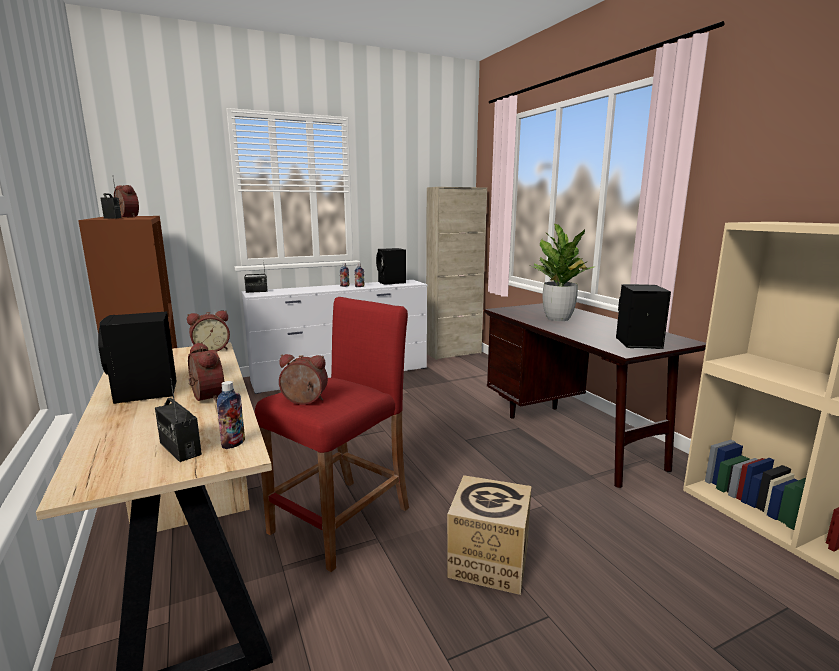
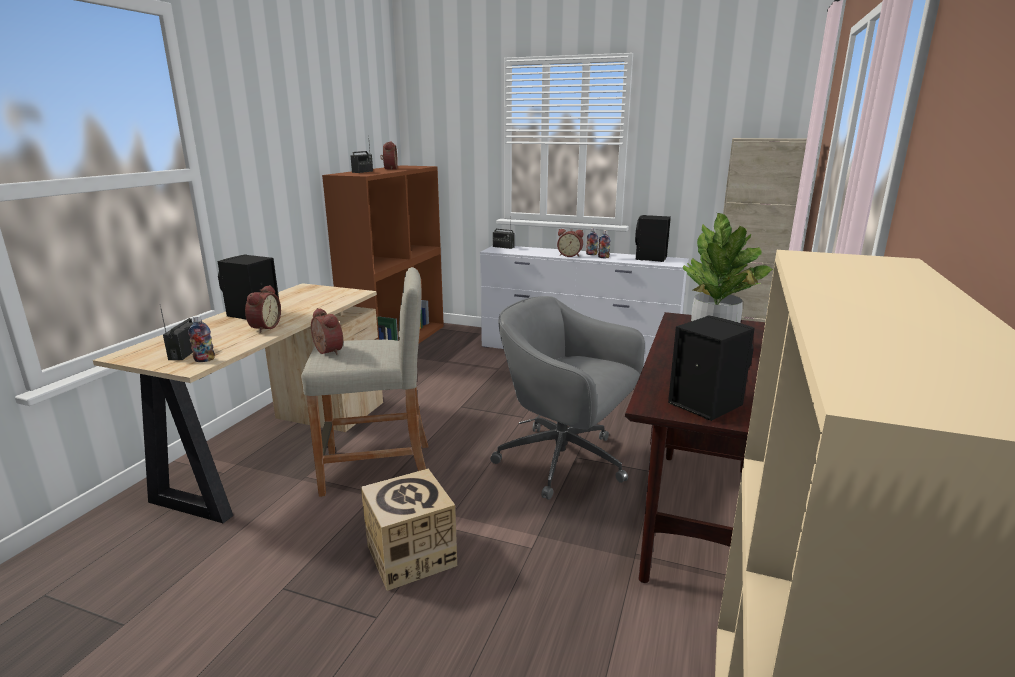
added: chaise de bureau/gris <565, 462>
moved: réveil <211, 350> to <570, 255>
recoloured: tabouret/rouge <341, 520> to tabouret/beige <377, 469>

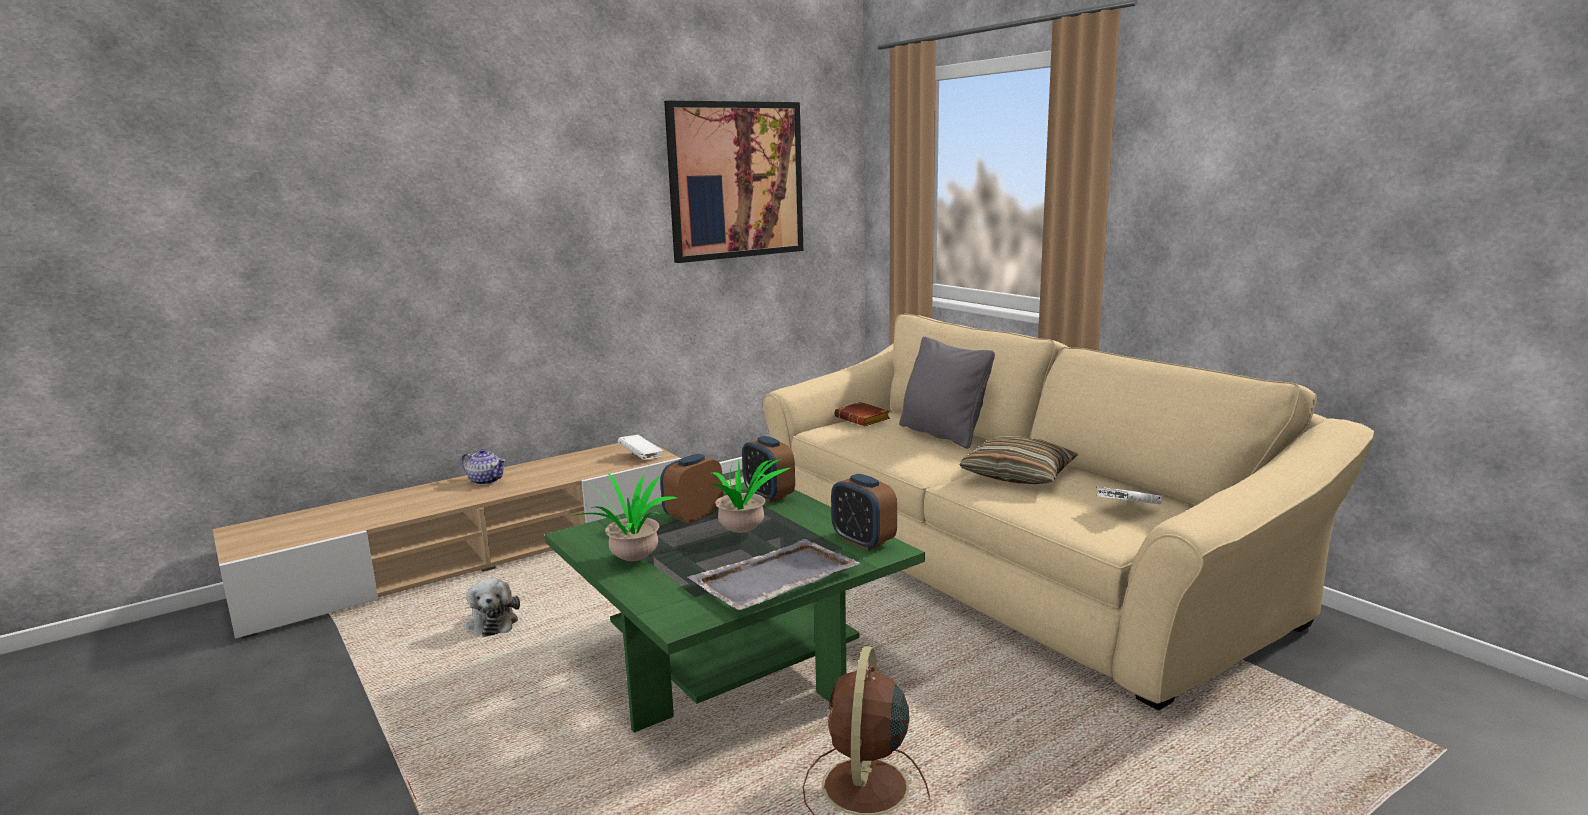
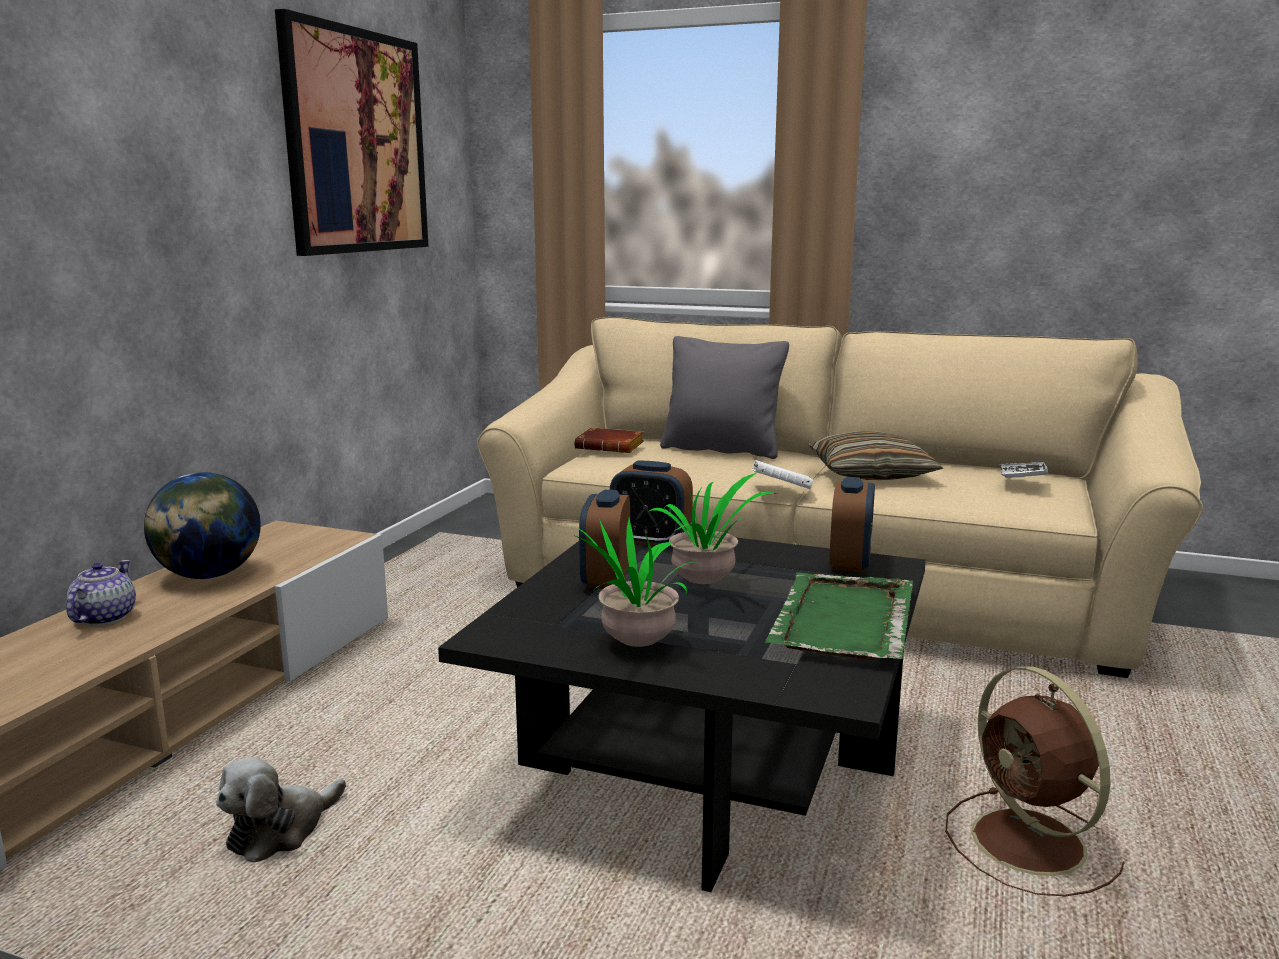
added: globe <209, 575>
moved: livre/blanc <641, 457> to <781, 490>
recoloured: table basse/vert <733, 665> to table basse/noir <705, 769>; plateau/gris <773, 579> to plateau/vert <842, 621>
turned: théière <486, 481> = <103, 618> 75 degrees counterclockwise; peluche <493, 622> = <280, 831> 90 degrees clockwise; réveil <863, 541> = <850, 563> 90 degrees counterclockwise

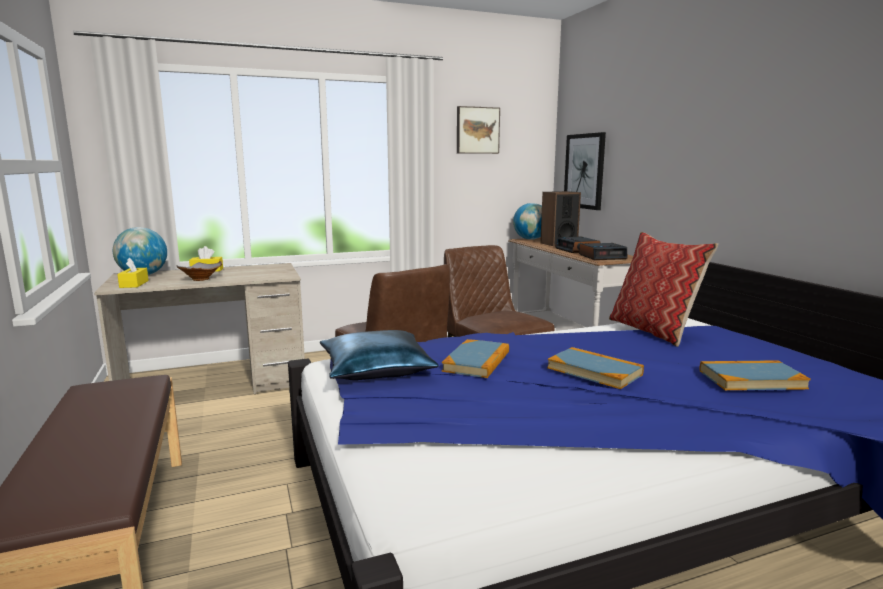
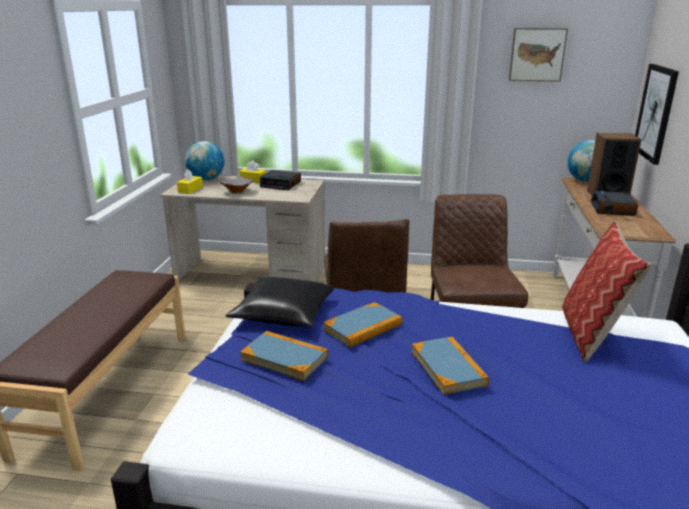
moved: livre <751, 379> to <284, 358>; réveil <602, 256> to <281, 184>
recoloured: coussin/bleu <376, 369> to coussin/noir <283, 313>

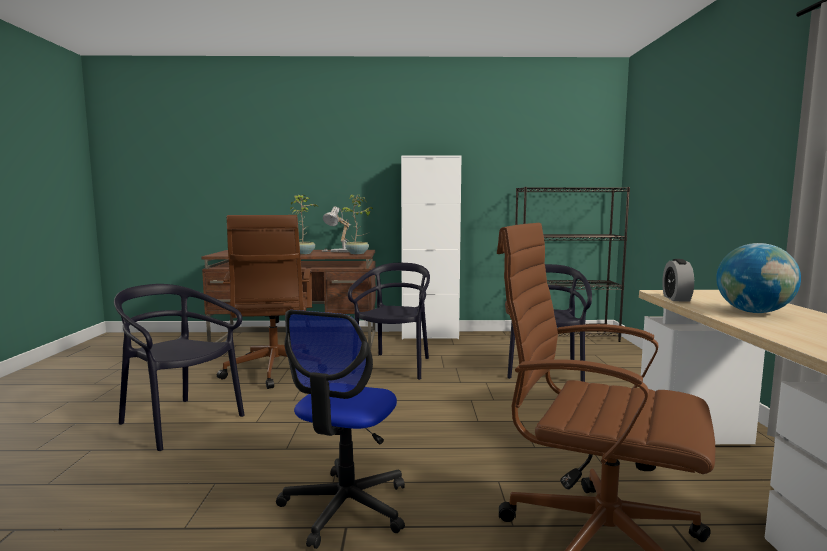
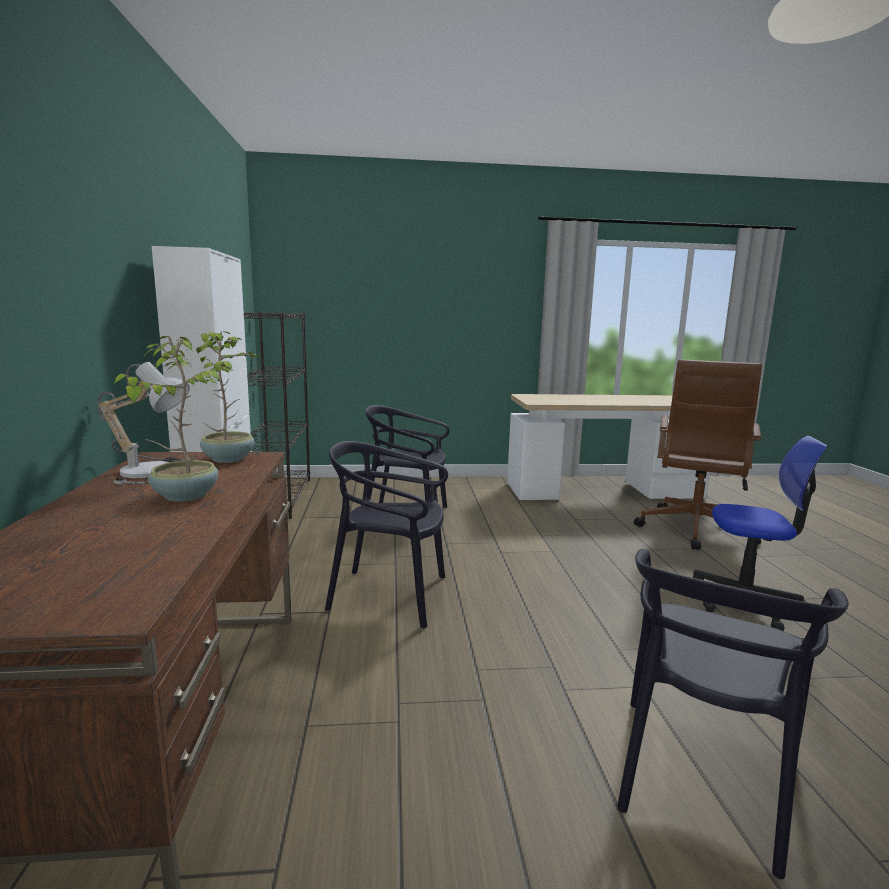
removed: chaise de bureau/marron <273, 372>; réveil <676, 298>; globe <754, 312>

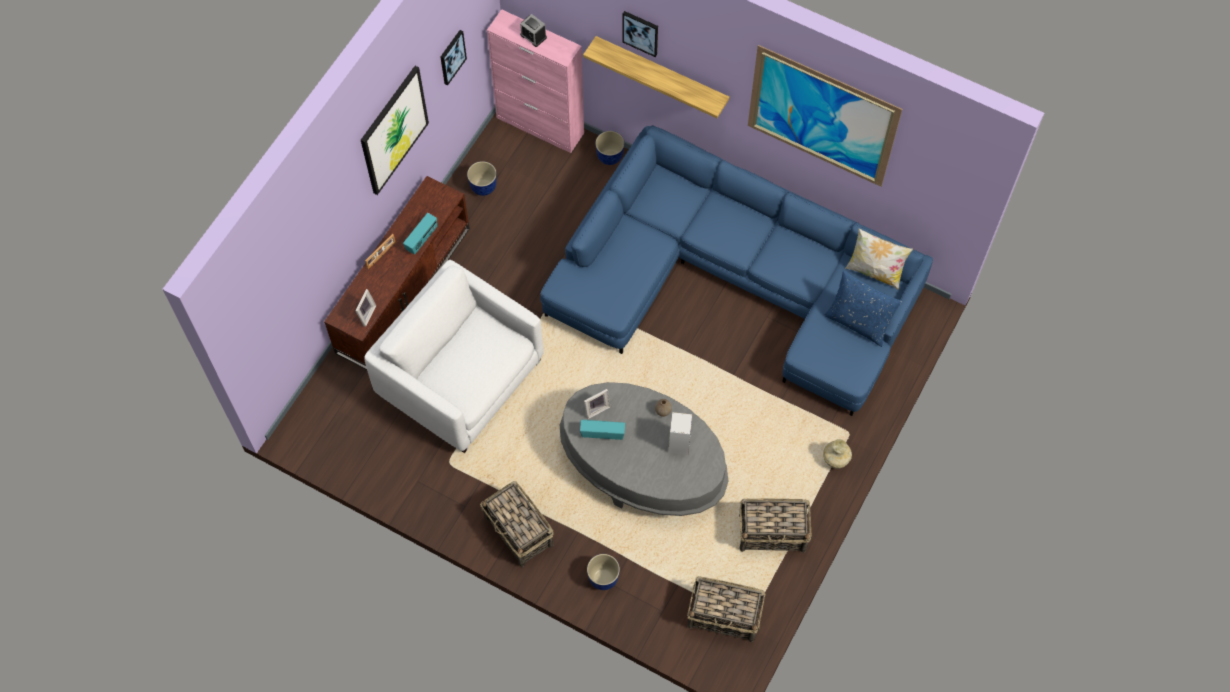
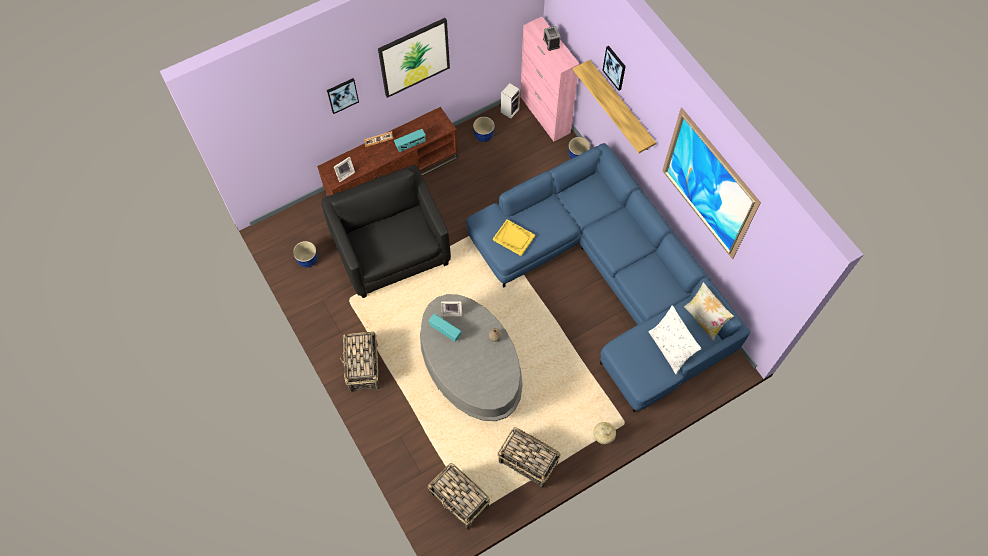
added: plateau/jaune <514, 238>
moved: cache-pot <603, 578> to <308, 260>; tableau <452, 57> to <342, 95>; enceinte <678, 442> to <510, 110>
recoloured: fauteuil/blanc <461, 379> to fauteuil/noir <391, 250>; coussin/bleu <858, 322> to coussin/blanc <670, 349>

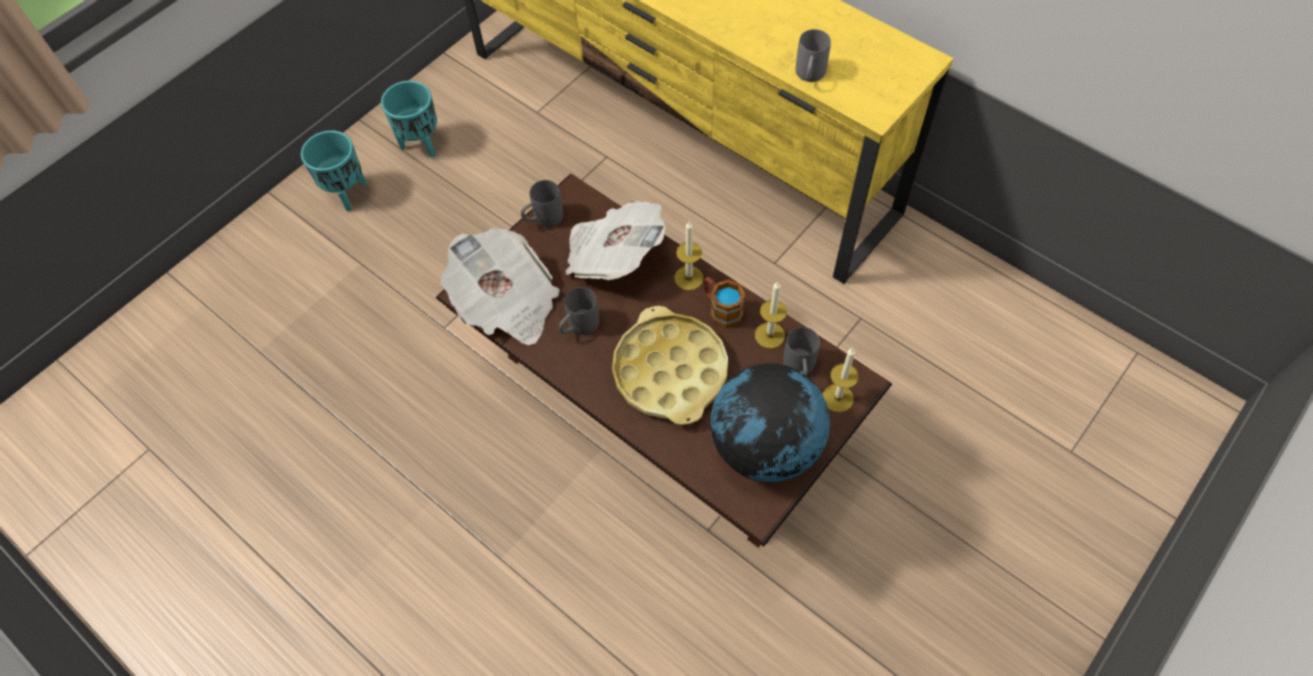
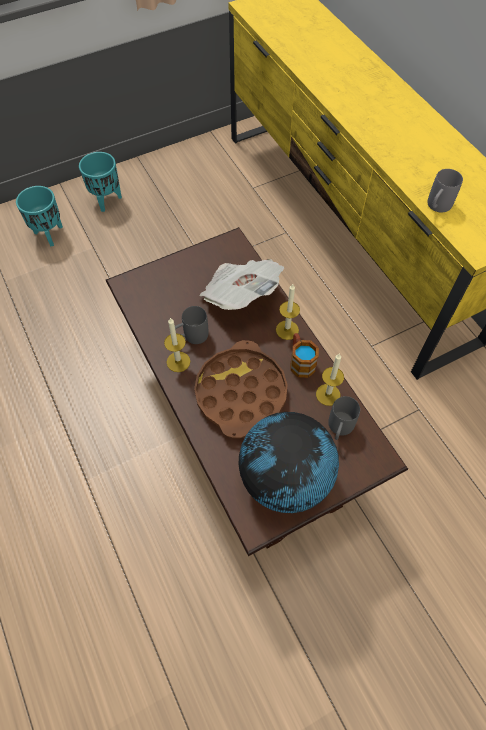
removed: journal <506, 303>; mug/gris <543, 219>
moved: cache-pot/turquoise <422, 144> to <50, 234>; bougie <837, 398> to <178, 361>
recoloured: plateau/jaune <670, 371> to plateau/marron <240, 393>

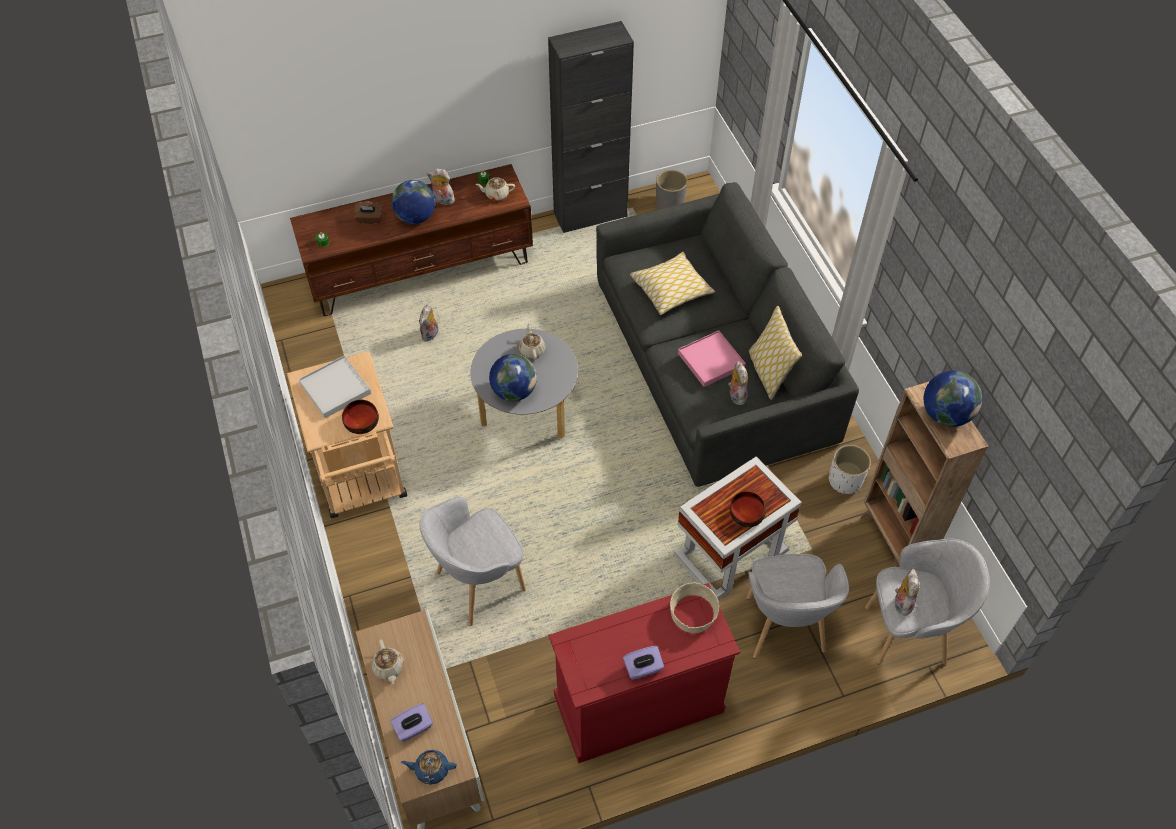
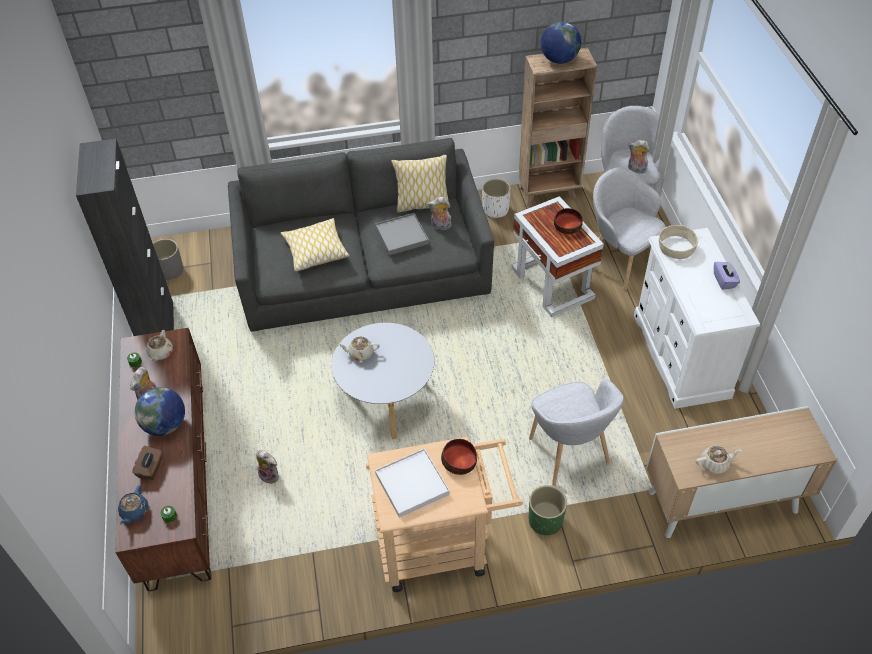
removed: boîte à mouchoirs/violet <413, 728>; globe <514, 391>
added: cache-pot/vert <545, 520>
moved: théière/bleu <431, 769> to <134, 512>
recoloured: plateau/rose <711, 360> to plateau/gris <401, 236>; commode/rouge <638, 703> to commode/blanc <680, 355>
turned: fauteuil/gris <783, 628> = <618, 263> 135 degrees counterclockwise

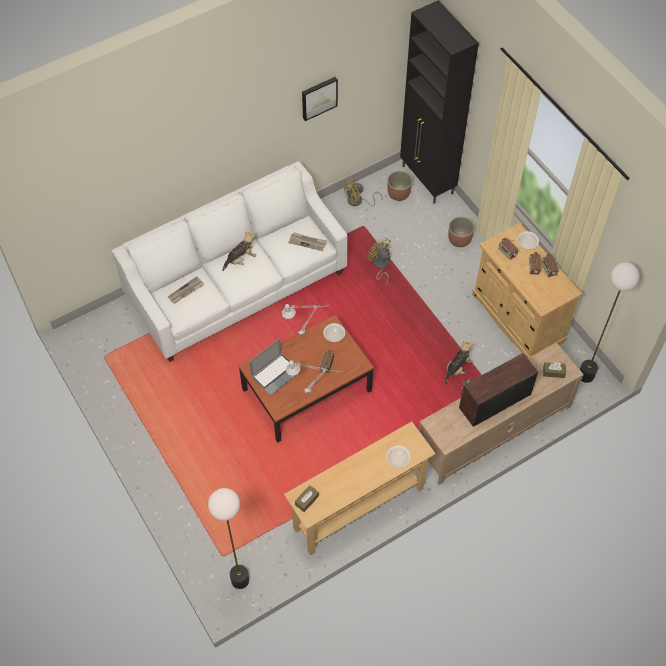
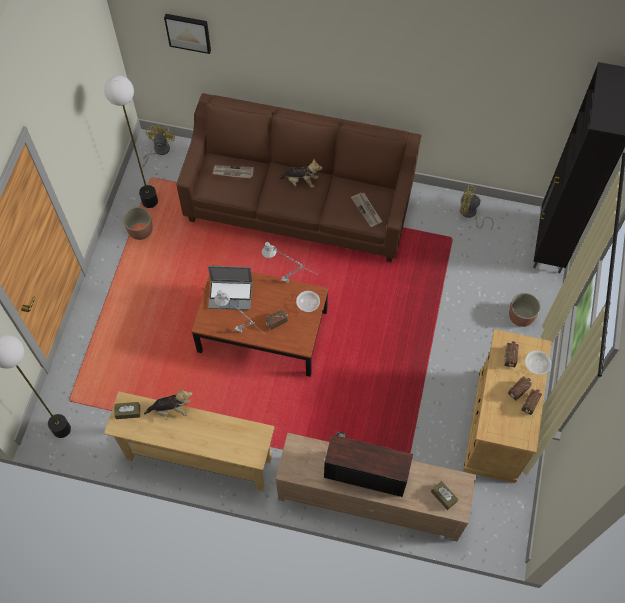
removed: bol <398, 459>
moved: lampadaire <586, 375> to <150, 201>; cache-pot <398, 193> to <140, 230>; ventilateur/jaune <380, 266> to <159, 151>; peluche <457, 368> to <171, 410>; tableau <318, 97> to <188, 32>
recoloured: canapé/blanc <237, 286> to canapé/marron <300, 205>

